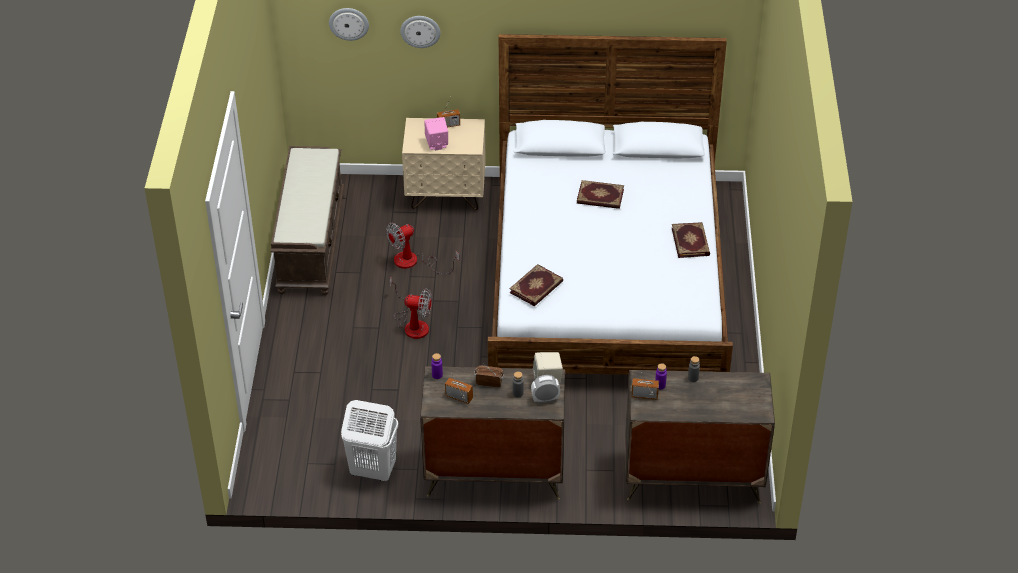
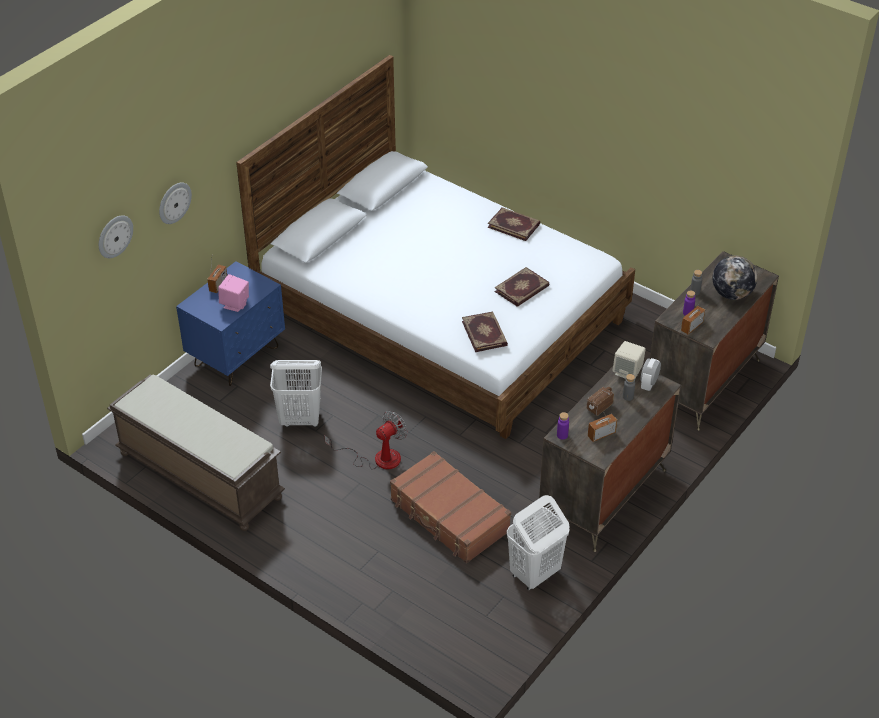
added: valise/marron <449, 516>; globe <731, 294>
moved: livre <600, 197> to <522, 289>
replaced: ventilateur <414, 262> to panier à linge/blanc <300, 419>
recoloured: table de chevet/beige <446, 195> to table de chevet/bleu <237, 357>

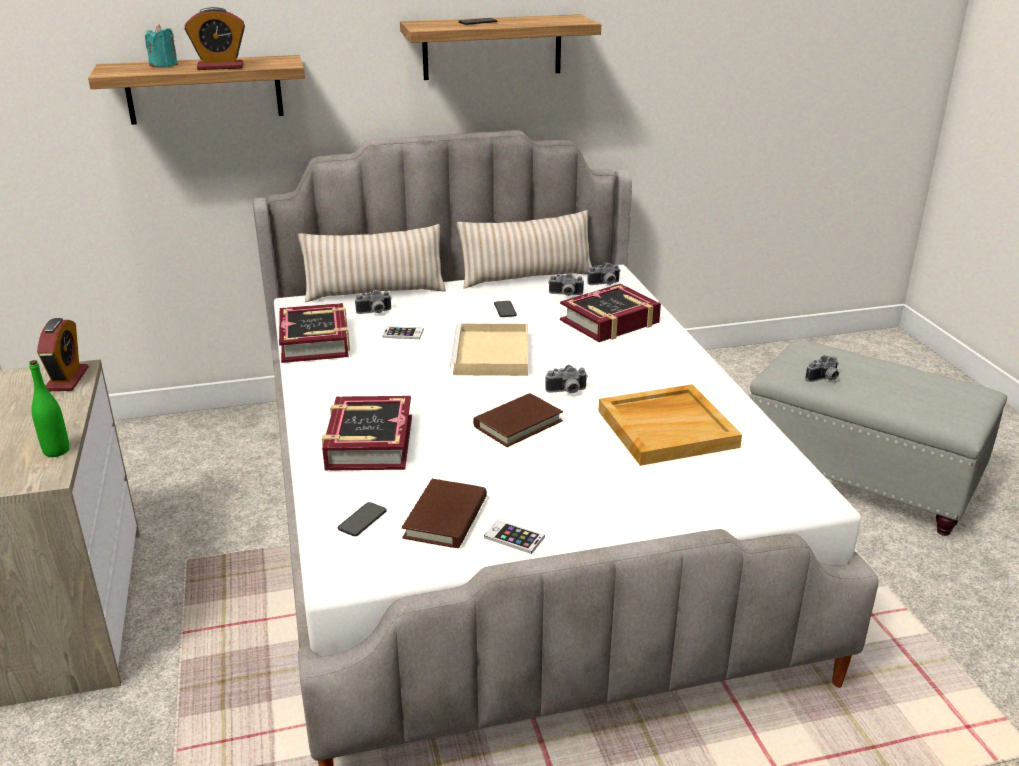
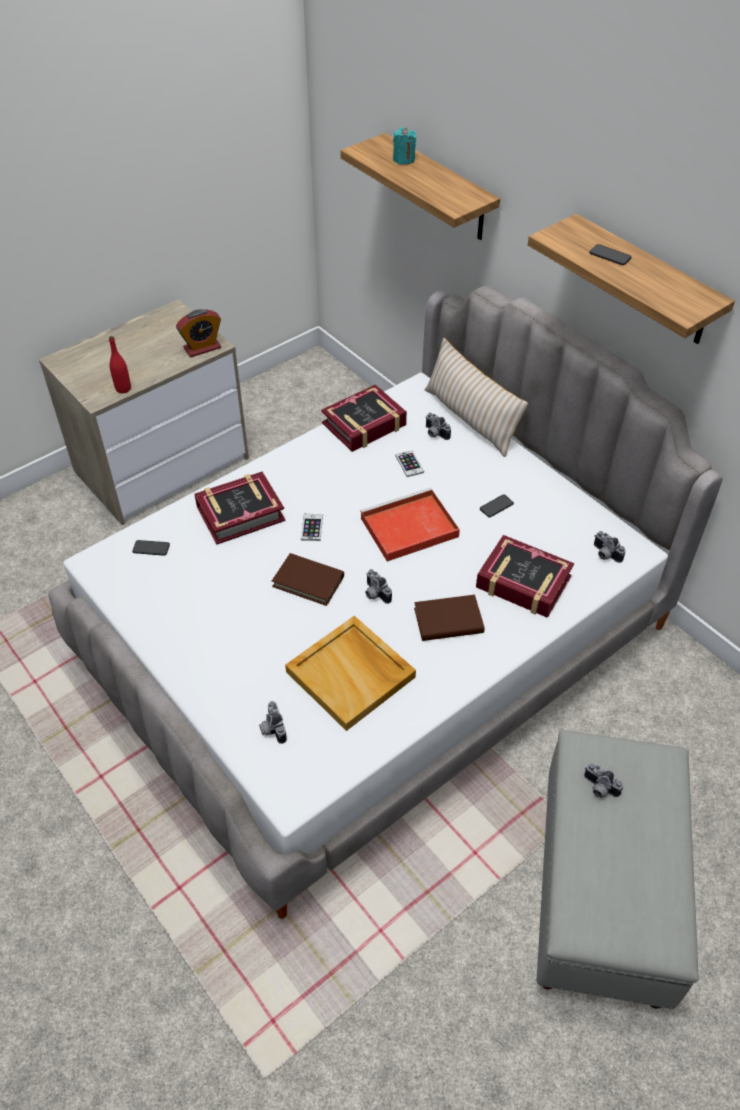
removed: réveil <220, 67>; coussin/beige <526, 277>
moved: appareil photo <565, 295> to <271, 728>; téléphone <514, 537> to <312, 527>; livre/marron <445, 518> to <448, 621>
recoloured: bouteille/vert <56, 451> to bouteille/rouge <123, 389>; plateau/beige <492, 355> to plateau/rouge <407, 528>

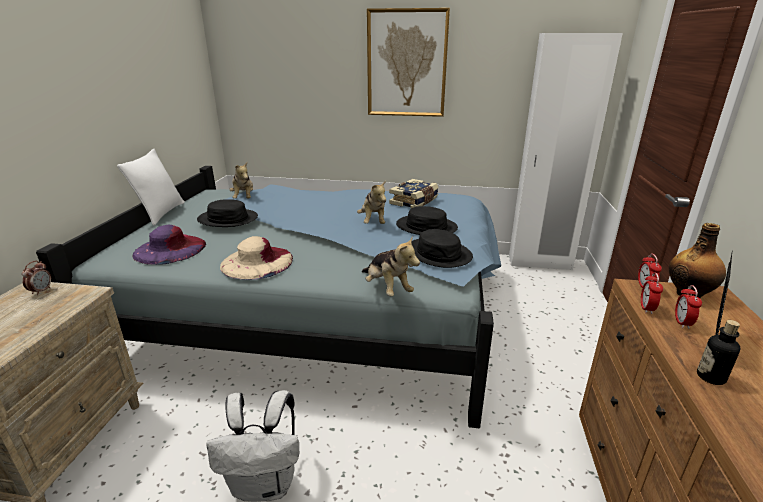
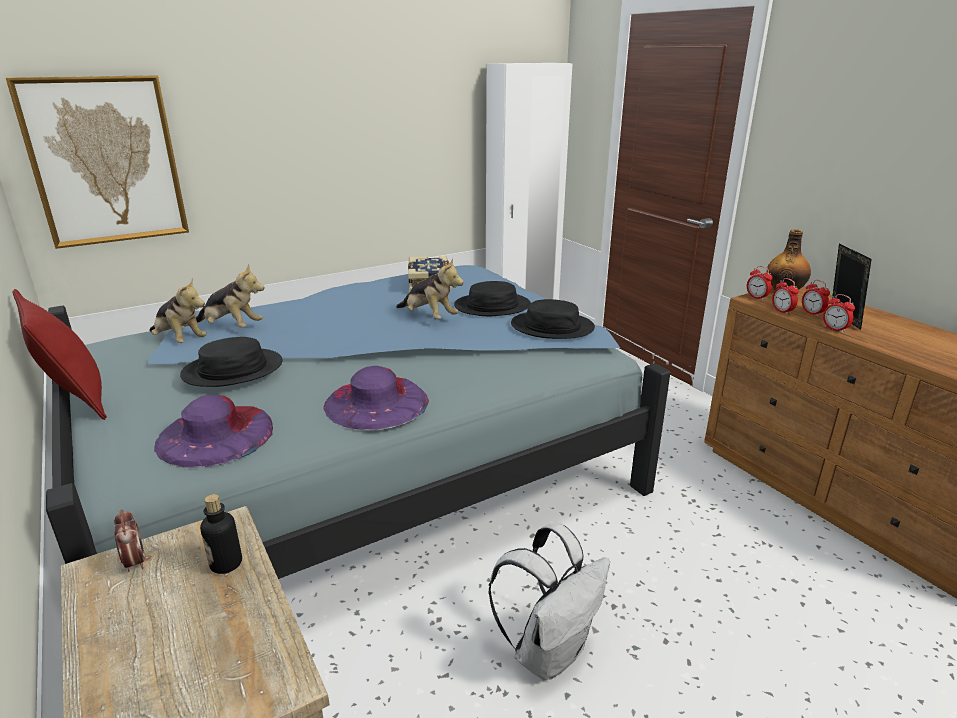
added: réveil <834, 329>
moved: tableau <406, 64> to <105, 161>; peluche <387, 289> to <231, 327>; bouteille <710, 377> to <226, 563>
recoloured: coussin/blanc <161, 213> to coussin/rouge <76, 400>; chapeau/beige <257, 262> to chapeau/violet <376, 402>

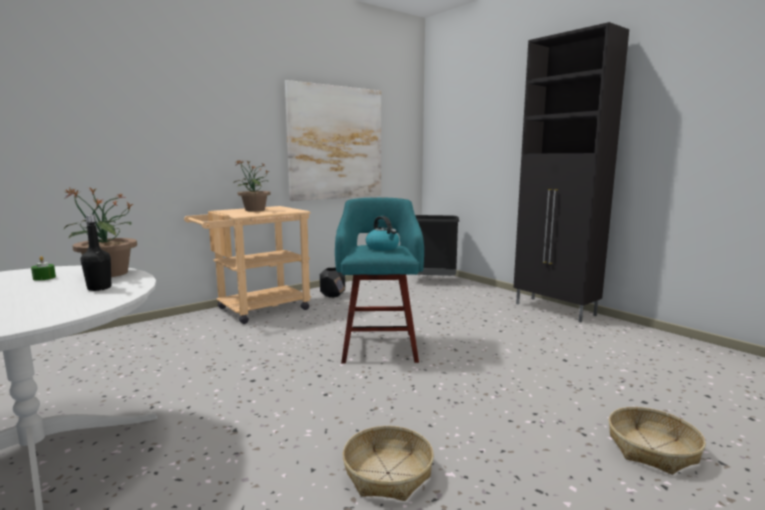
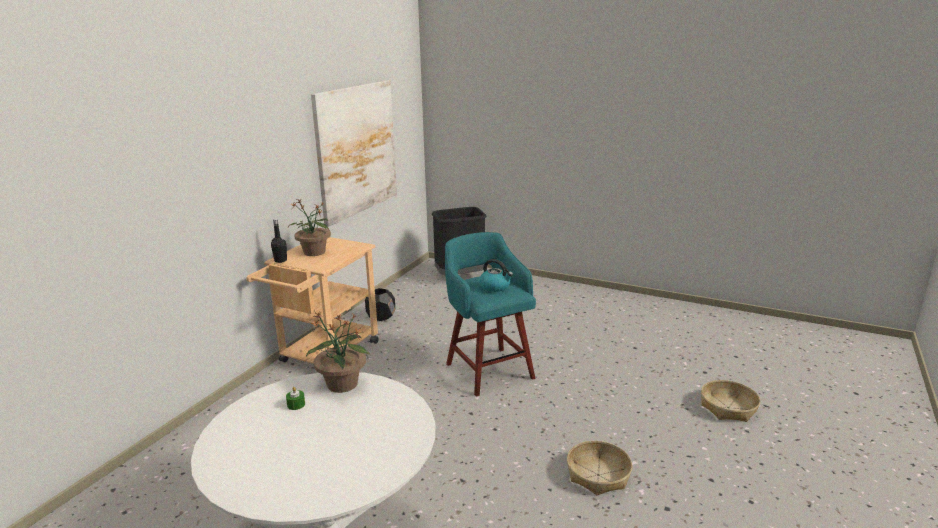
removed: meuble de rangement/noir <555, 310>
moved: bouteille/noir <99, 288> to <280, 260>

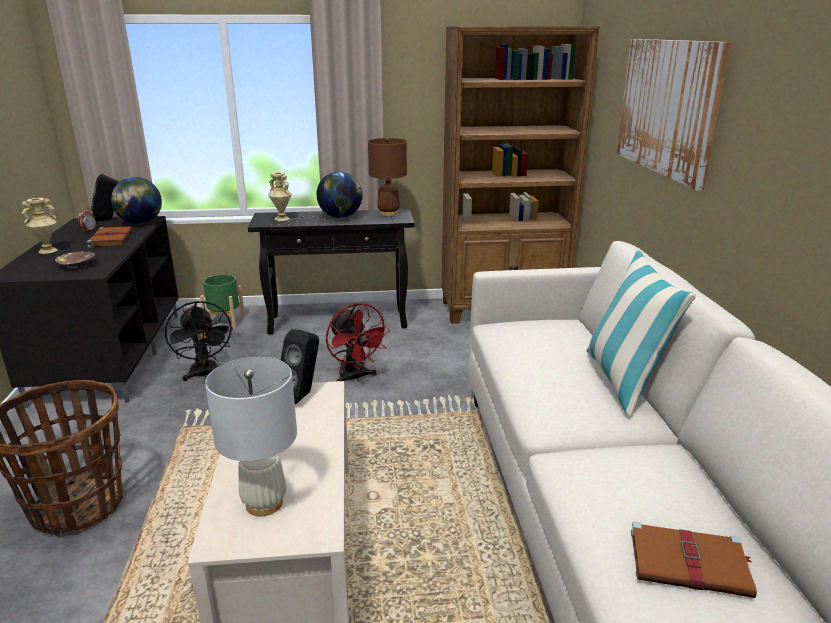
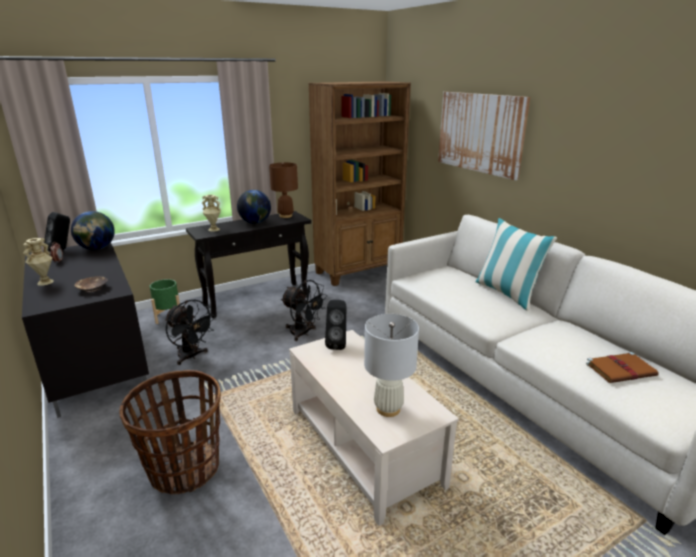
removed: livre/marron <111, 238>
recoloured: ventilateur/rouge <355, 378> to ventilateur/noir <303, 333>

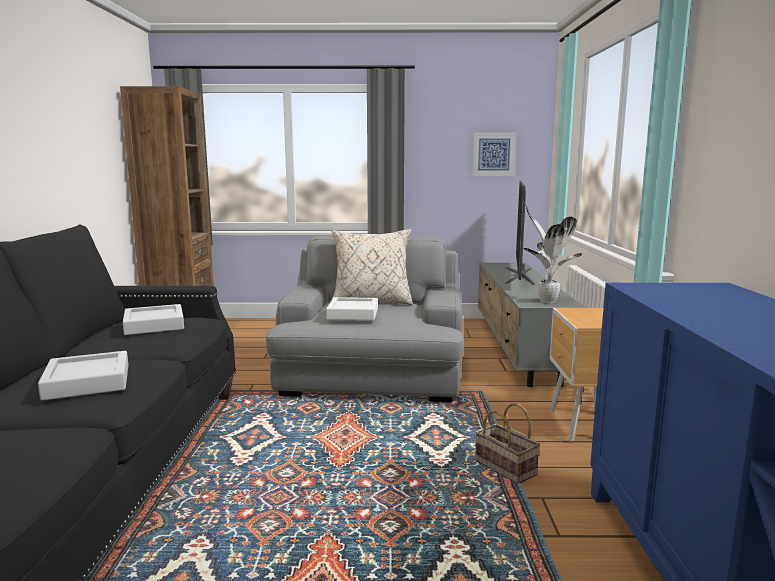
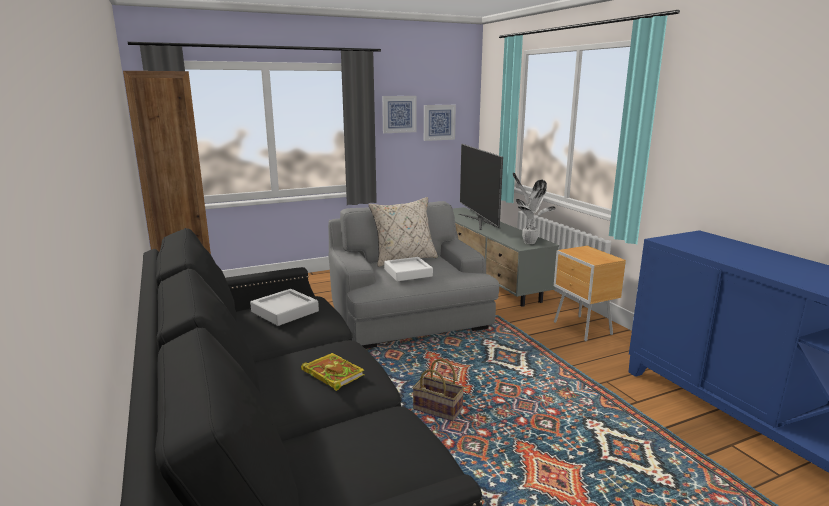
added: tableau <399, 114>
moved: panier <507, 468> to <439, 410>
replaced: plateau/gris <87, 382> to livre <331, 373>

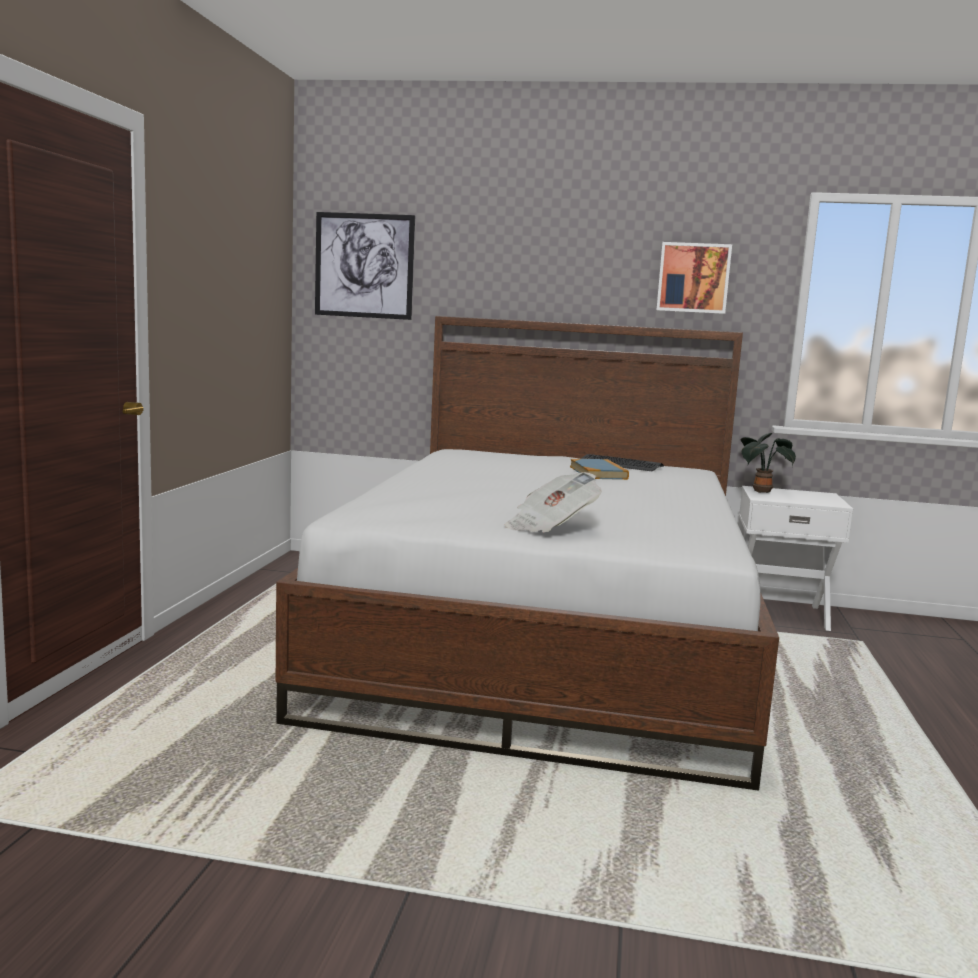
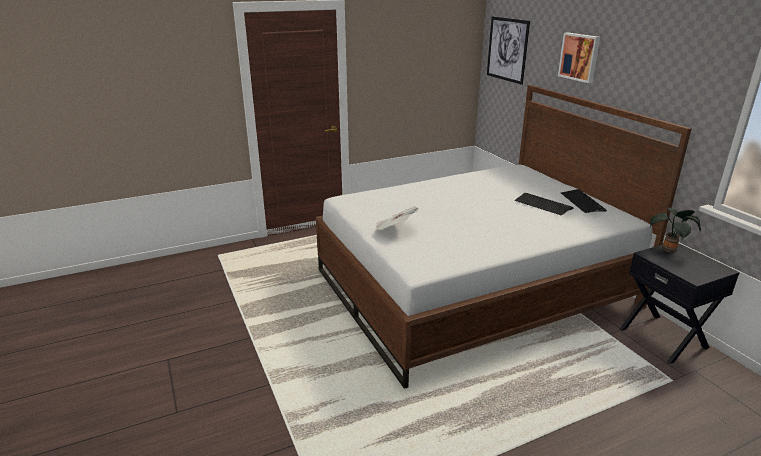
moved: tableau <693, 278> to <580, 57>
replaced: livre <598, 473> to clavier <543, 204>
recoloured: table de chevet/blanc <780, 613> to table de chevet/noir <664, 338>

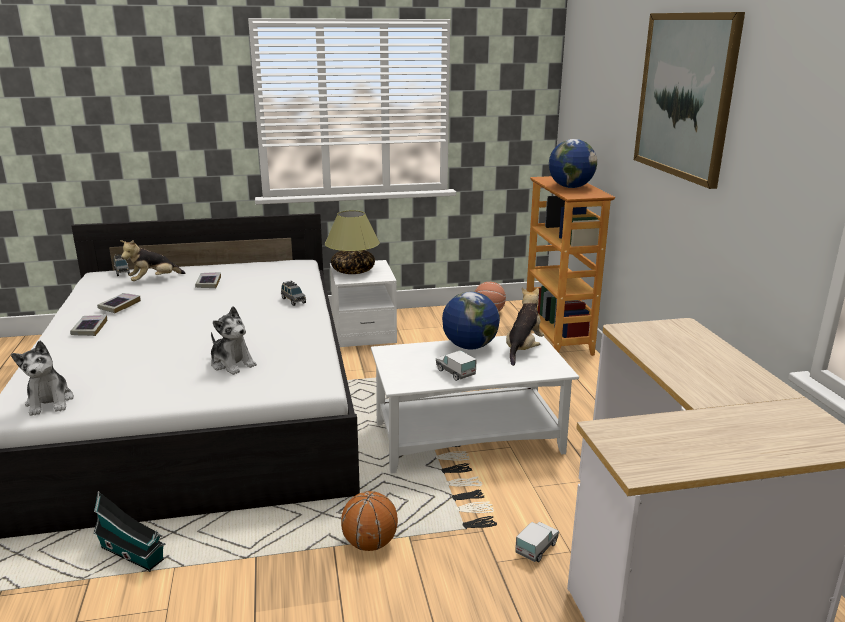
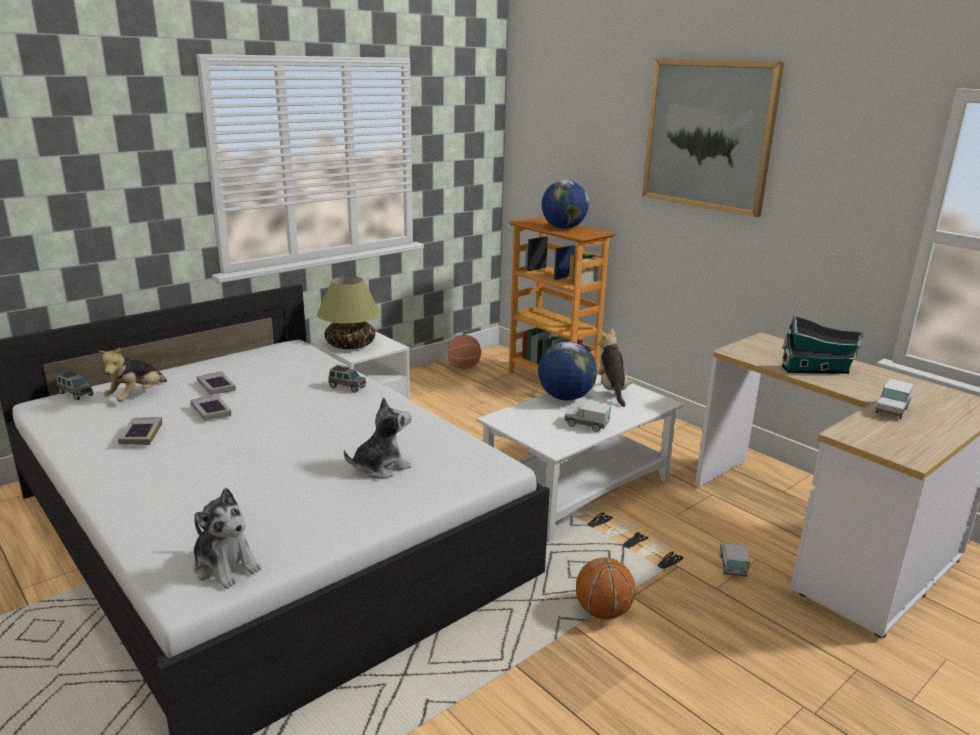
added: camion jouet <892, 410>
moved: livre <89, 328> to <211, 411>; maison miniature <134, 555> to <817, 370>
turned: peluche <232, 363> = <380, 467> 45 degrees counterclockwise

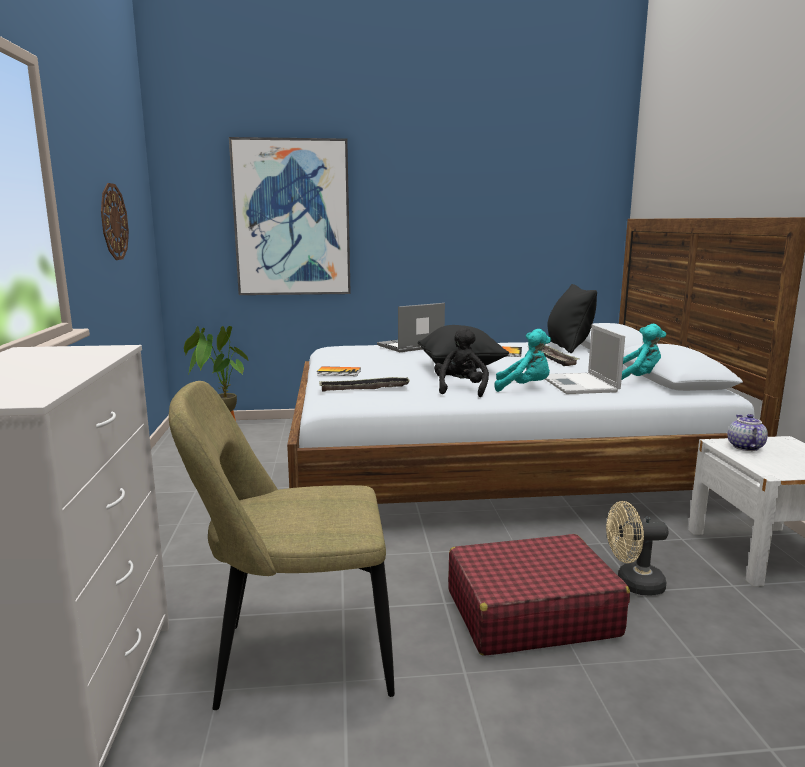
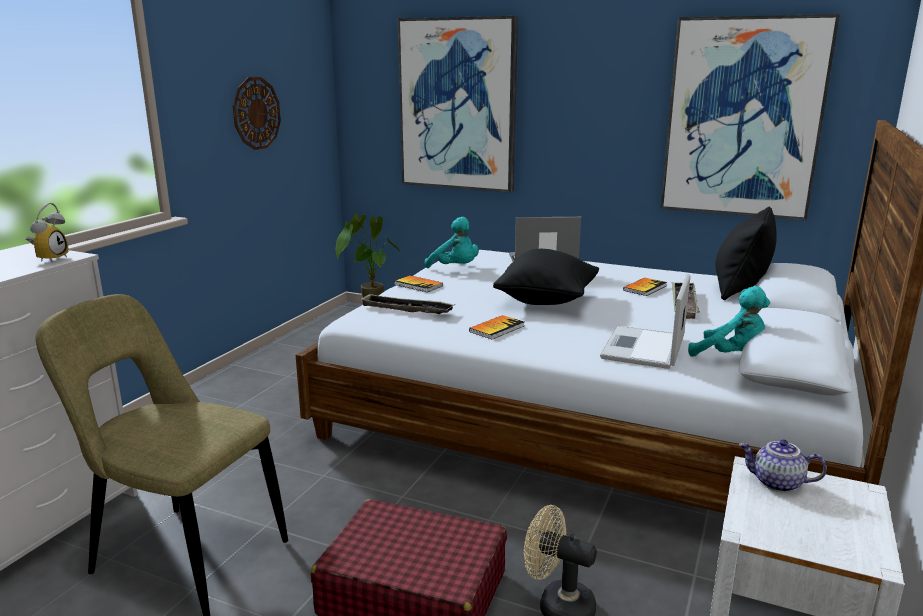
added: réveil <50, 258>; tableau <743, 118>
moved: peluche/turquoise <524, 388> to <455, 268>
replaced: peluche/noir <460, 389> to livre <497, 328>
turned: théière <744, 447> = <776, 483> 105 degrees counterclockwise

